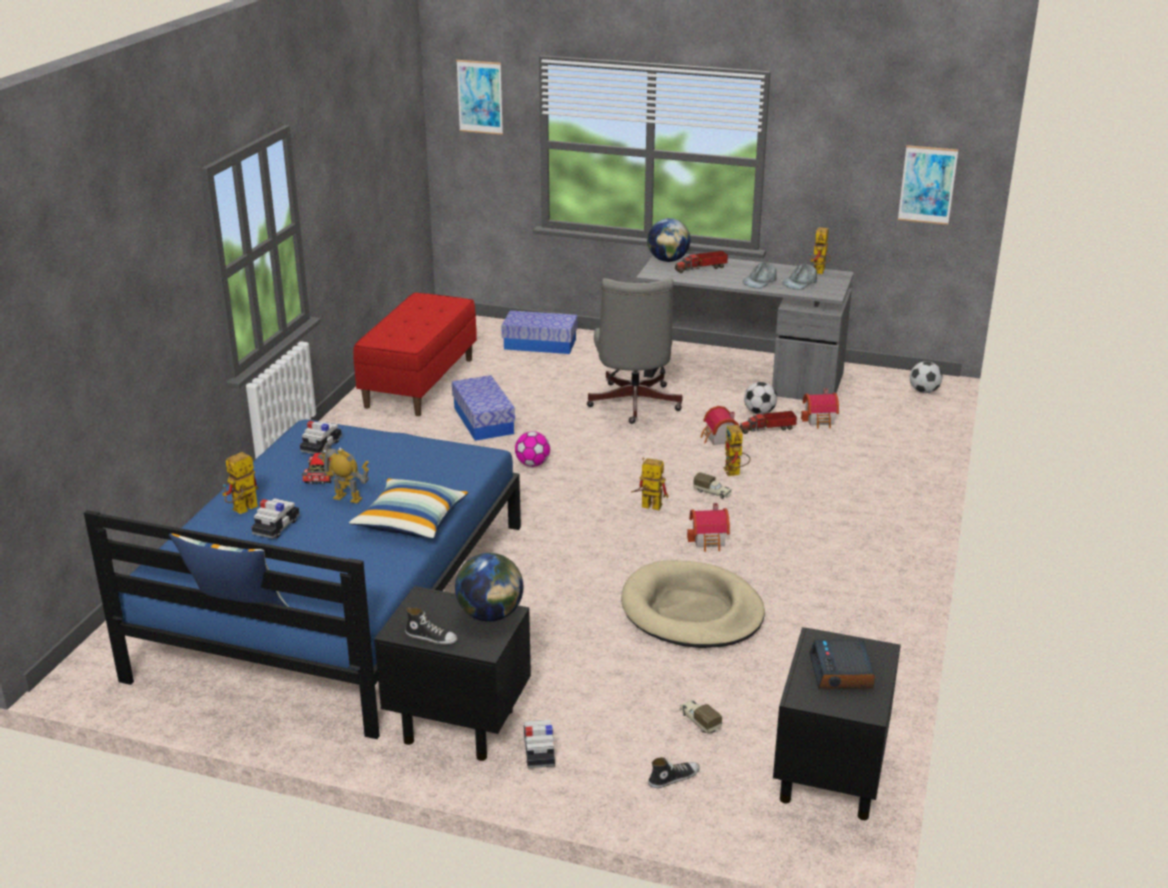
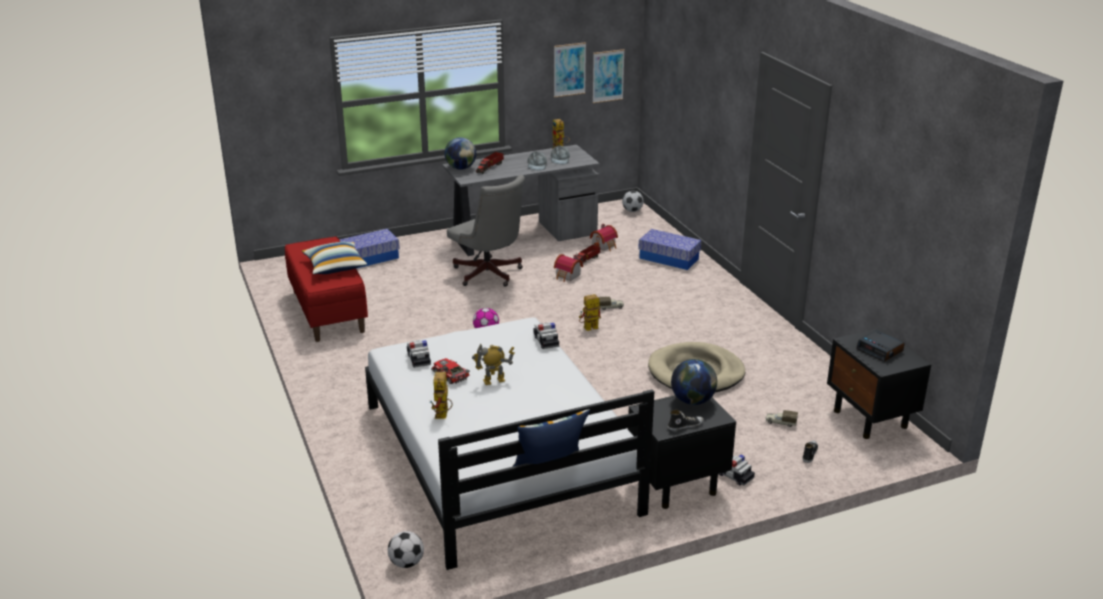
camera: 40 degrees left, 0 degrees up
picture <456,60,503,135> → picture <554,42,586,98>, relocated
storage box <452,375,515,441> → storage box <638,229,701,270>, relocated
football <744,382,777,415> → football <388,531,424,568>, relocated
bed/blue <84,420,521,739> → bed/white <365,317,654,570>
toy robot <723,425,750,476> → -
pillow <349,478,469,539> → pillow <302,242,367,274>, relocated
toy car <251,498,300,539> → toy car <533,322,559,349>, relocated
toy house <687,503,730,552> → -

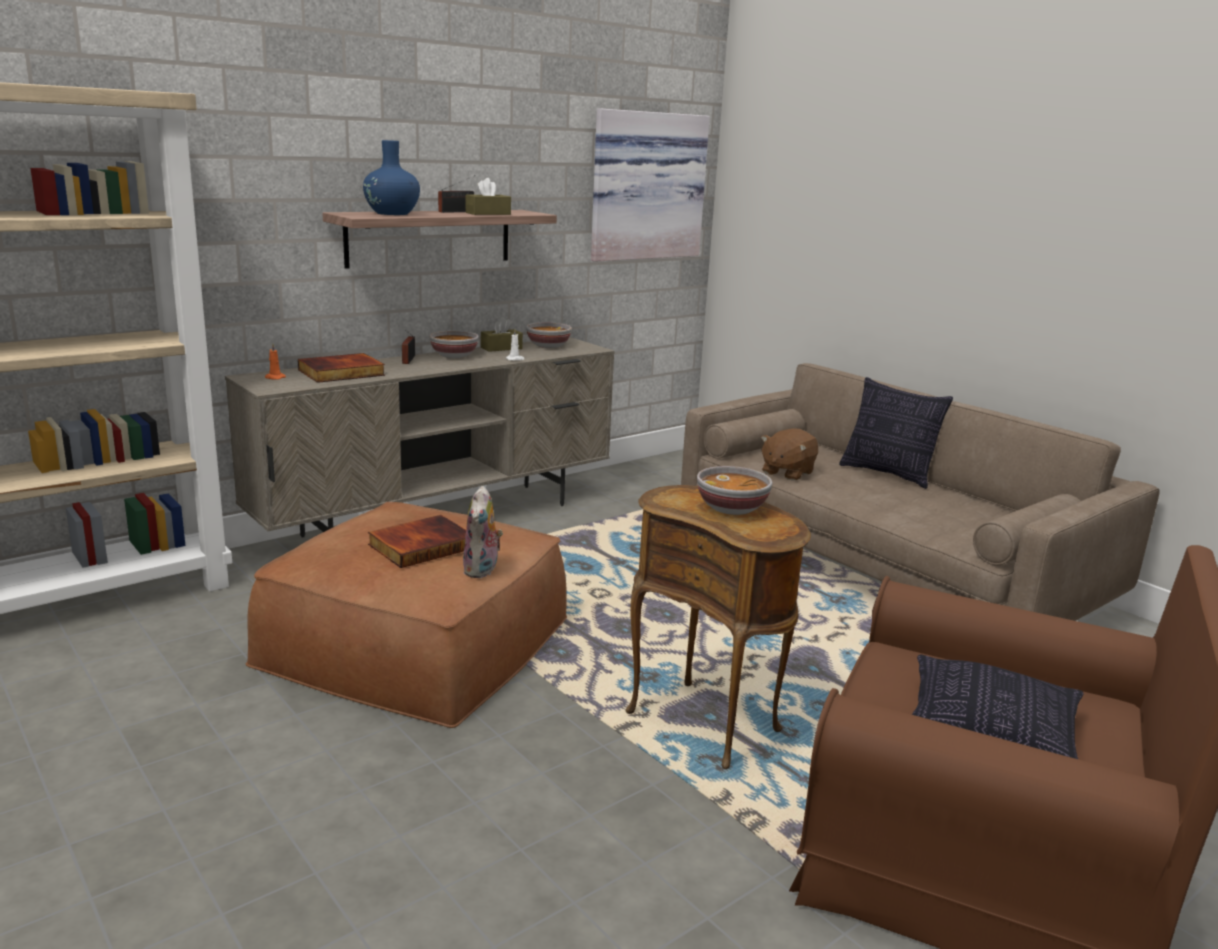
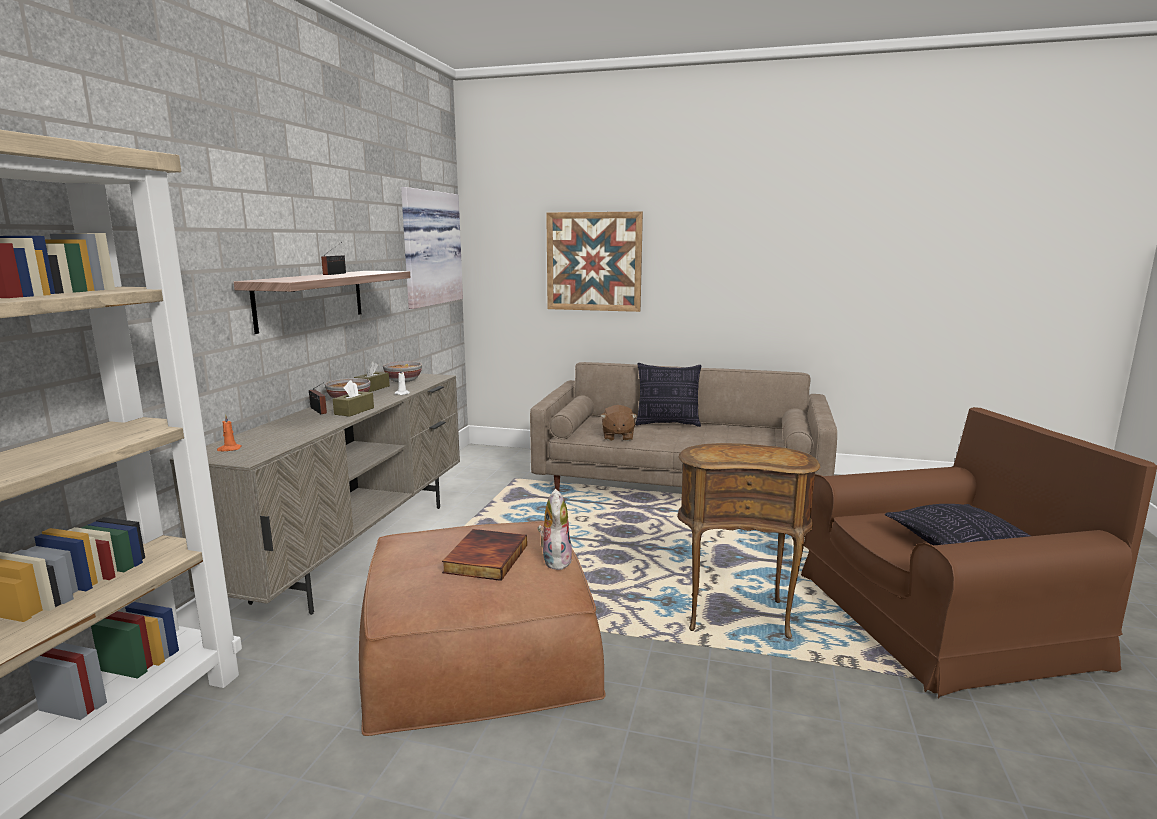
camera: 35 degrees left, 5 degrees down
vase/blue <363,140,420,215> → -
tissue box/brown <466,178,511,215> → tissue box/brown <333,380,374,417>, relocated
book <298,353,385,383> → -
bowl <697,466,773,515> → -
plush toy <463,486,503,578> → plush toy <538,489,572,570>, 150 degrees counterclockwise
- → picture <546,212,643,312>

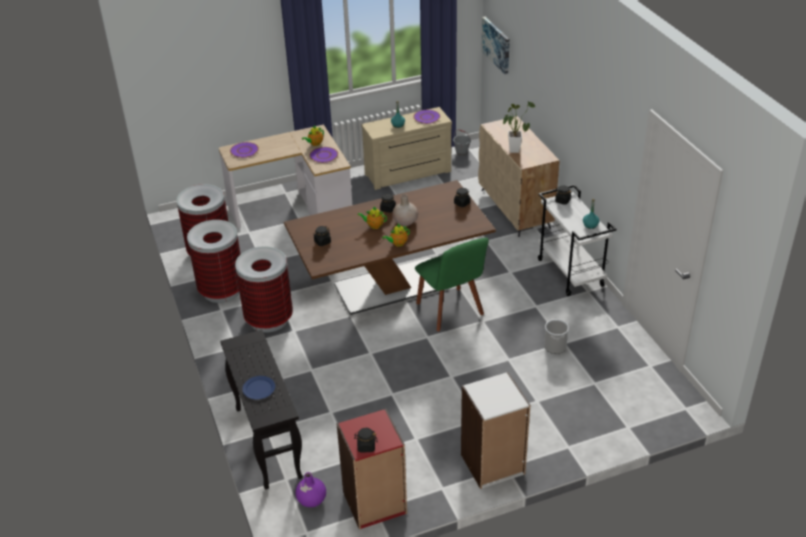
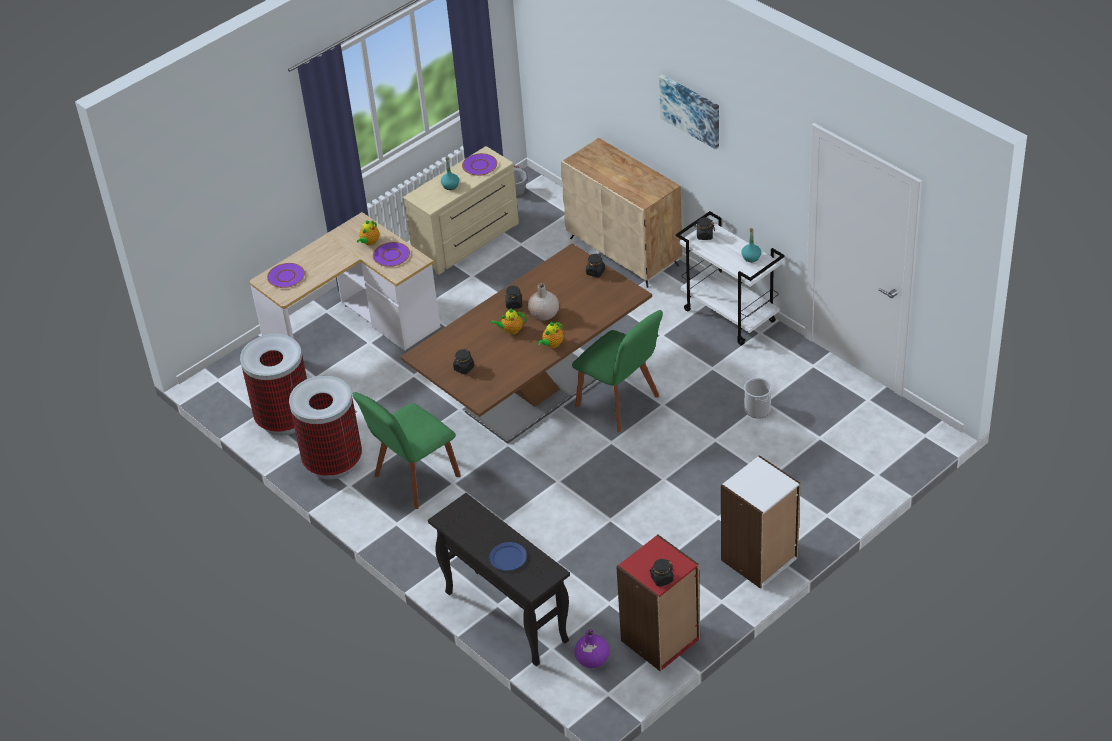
camera: 20 degrees left, 5 degrees up
picture <481,17,510,75> → picture <659,75,719,149>, relocated
potted plant <503,102,536,153> → -
trash can <235,246,293,333> → chair/green <352,392,461,509>

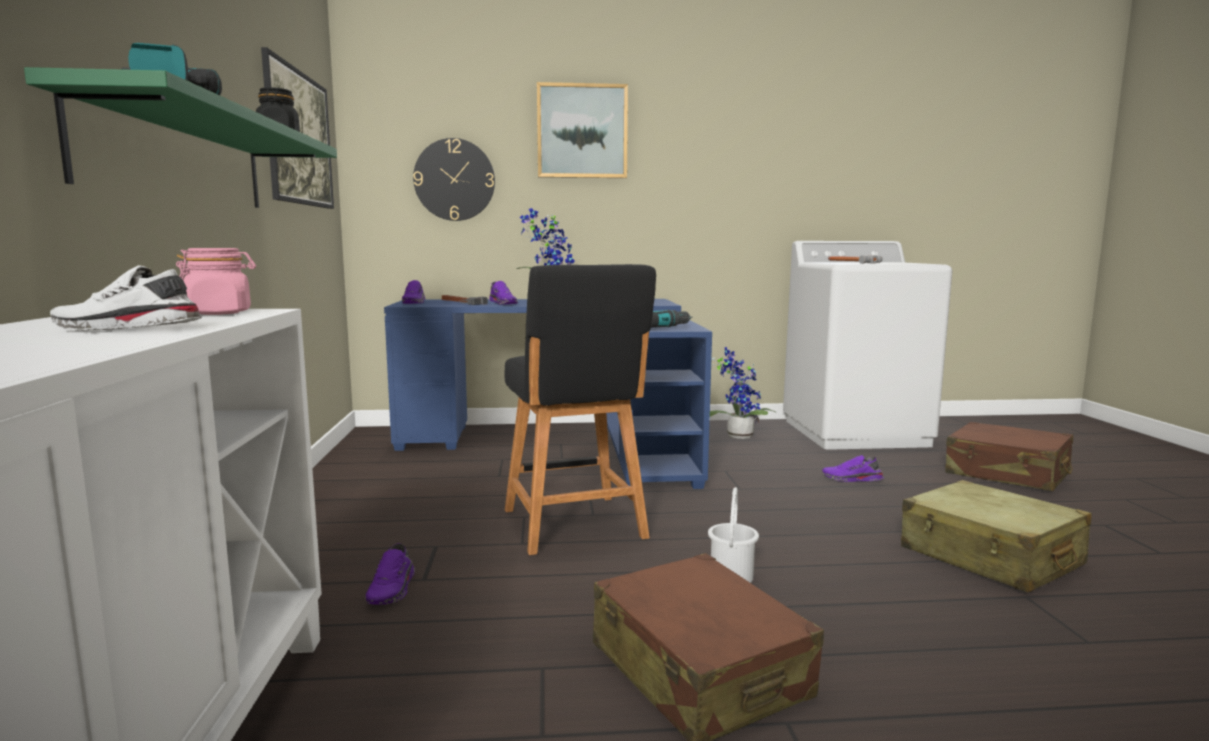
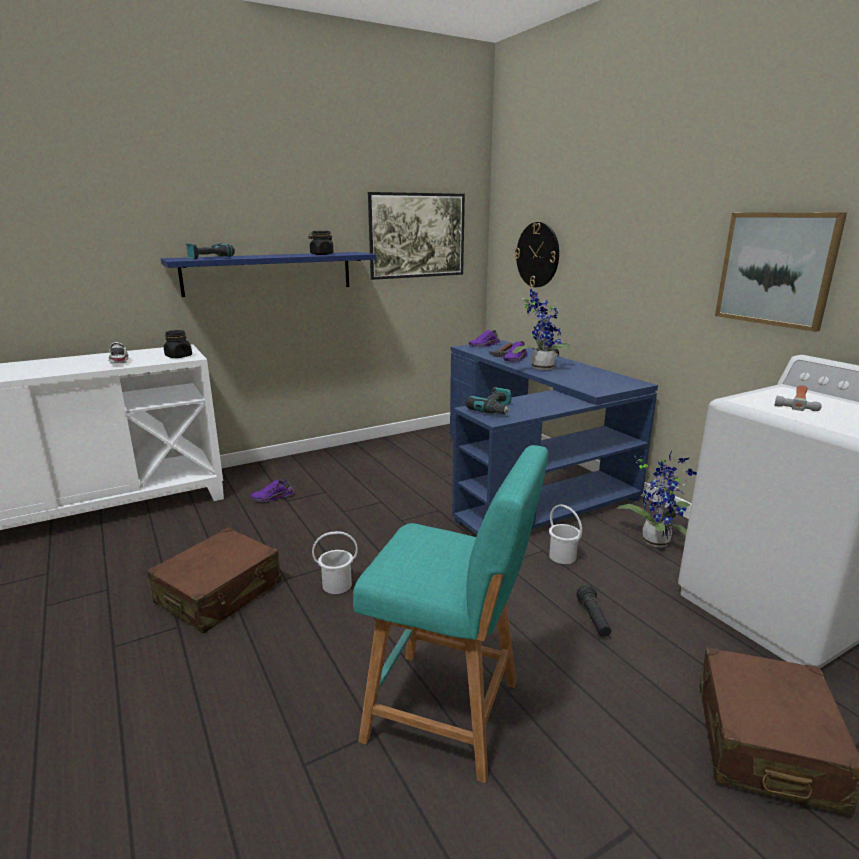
camera: 65 degrees right, 10 degrees up
shelf/green <24,67,337,208> → shelf/blue <161,252,376,297>
picture <537,82,628,178> → picture <715,213,847,332>, relocated
jar/pink <176,248,256,315> → jar/black <164,330,192,358>
stool/black <504,264,656,555> → -
shoe/purple <822,455,884,482> → flashlight/black <577,585,611,637>
suitcase/beige <901,480,1091,593> → stool/turquoise <353,445,548,783>
- → bucket/white <549,504,582,564>

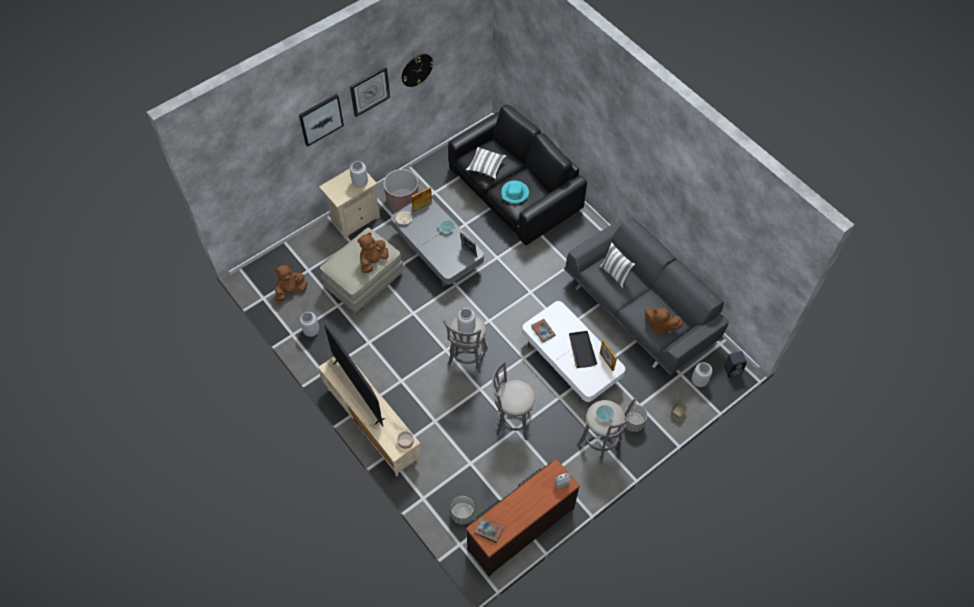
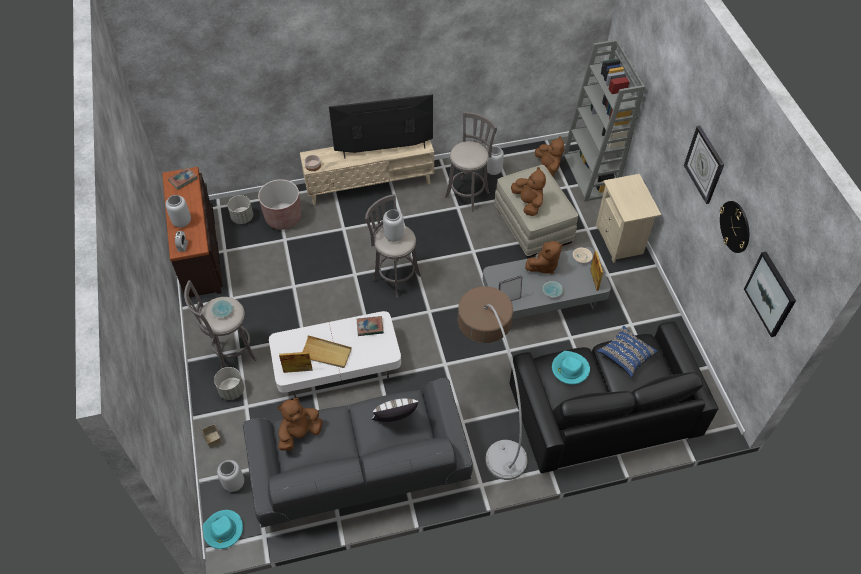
camera: 115 degrees right, 5 degrees down
picture <299,94,344,147> → picture <744,252,796,337>, relocated
pillow/white <466,147,506,179> → pillow/blue <597,326,658,378>
vase/grey <350,161,368,188> → vase/grey <165,195,191,227>, relocated
planter/brown <383,169,418,212> → planter/brown <258,179,301,230>, relocated
tray/black <569,331,597,368> → tray/beige <302,335,352,368>
speaker/black <723,351,747,377> → hat/turquoise <203,510,243,549>
stool/grey <492,361,535,440> → stool/grey <445,112,497,212>, relocated
- → bookcase/grey <562,40,645,202>
- → plush toy/brown <525,241,563,274>
- → floor lamp <458,286,528,480>

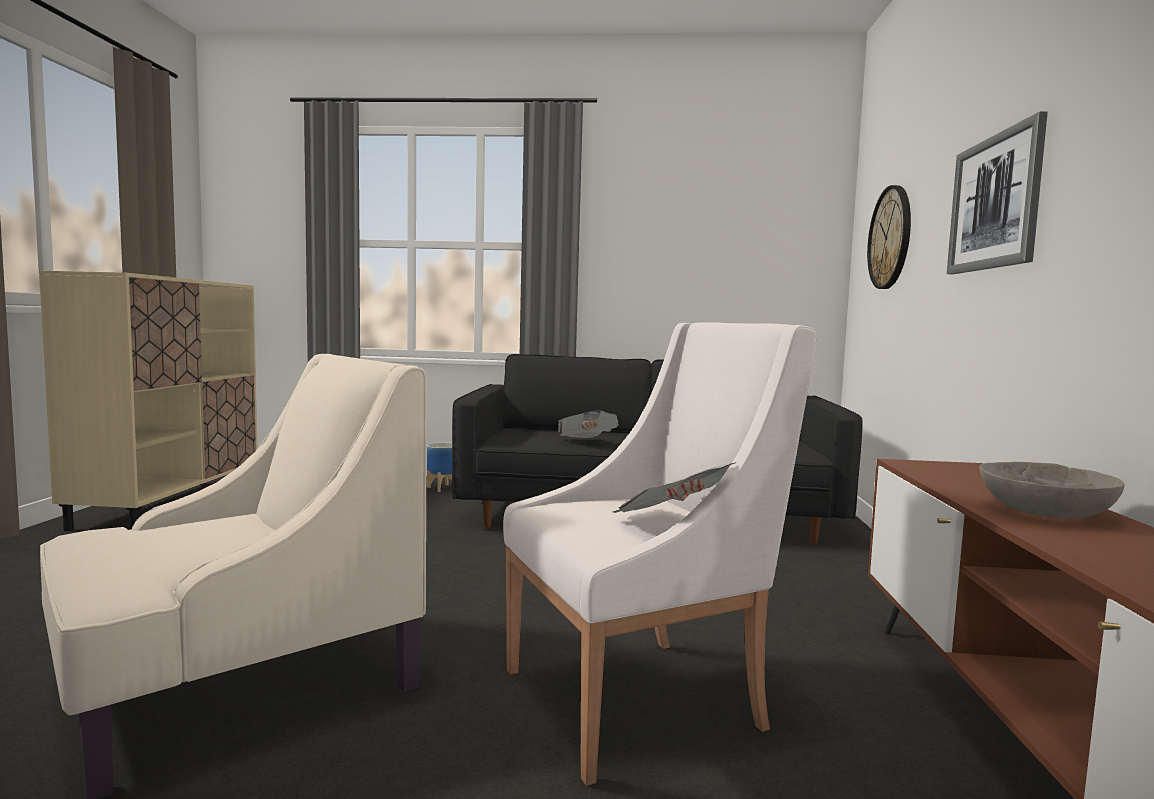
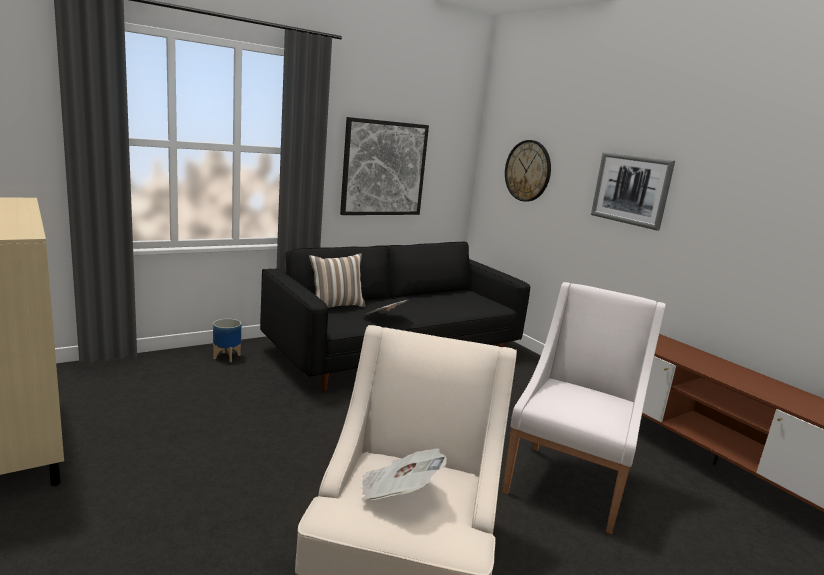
camera: 40 degrees left, 10 degrees up
newspaper <613,462,736,513> → newspaper <362,448,447,501>, relocated
bowl/grey <979,462,1124,519> → -
- → picture <340,117,429,215>
- → pillow <309,253,366,308>

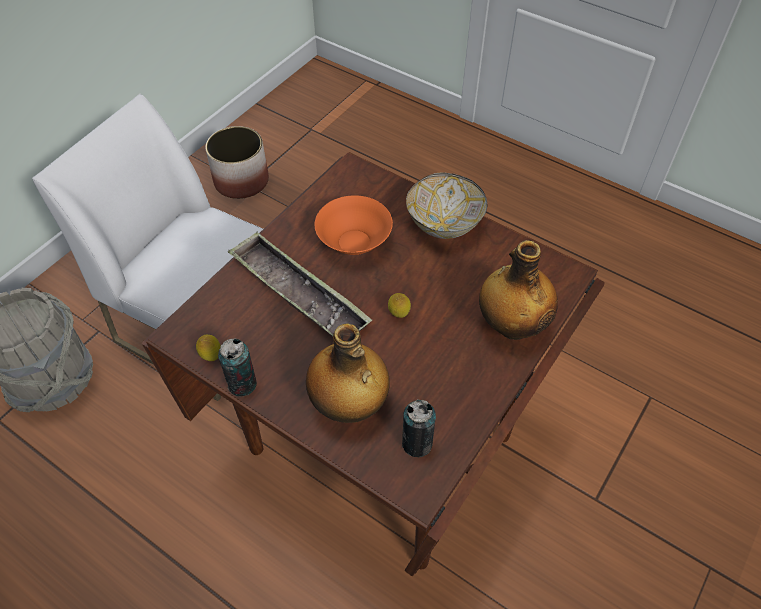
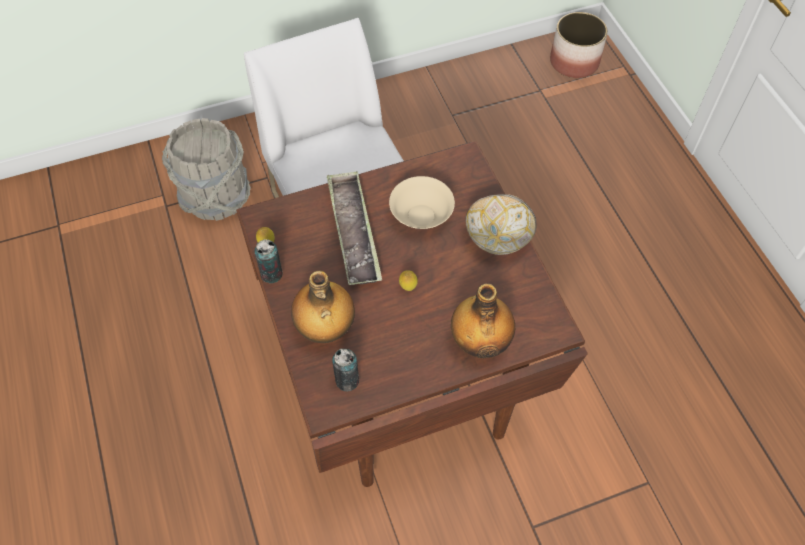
camera: 35 degrees right, 5 degrees up
planter <205,126,269,199> → planter <550,12,608,78>, relocated
bowl/orange <315,195,393,255> → bowl/beige <389,176,455,229>

